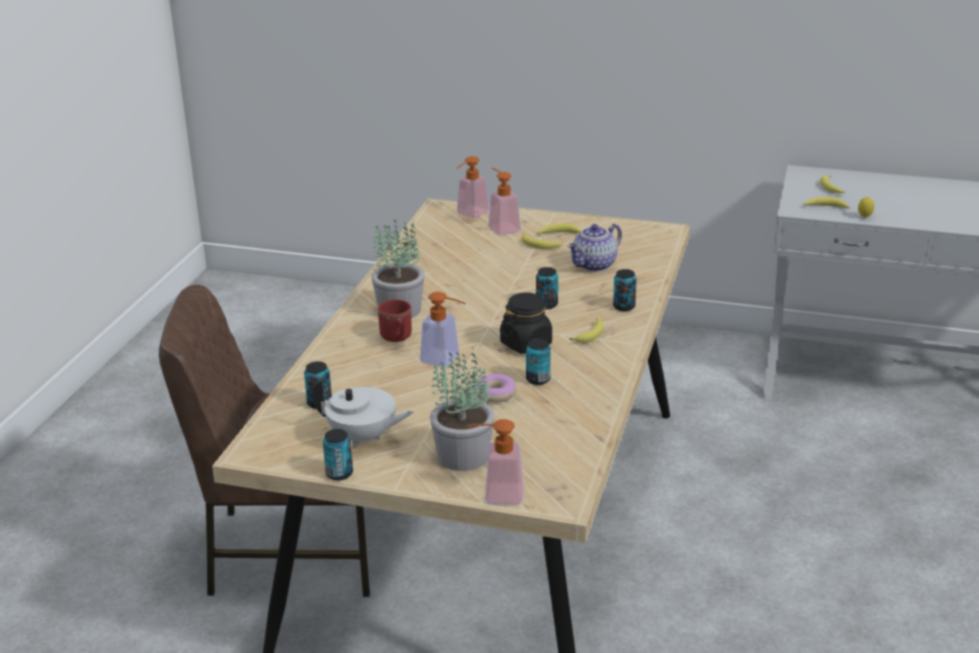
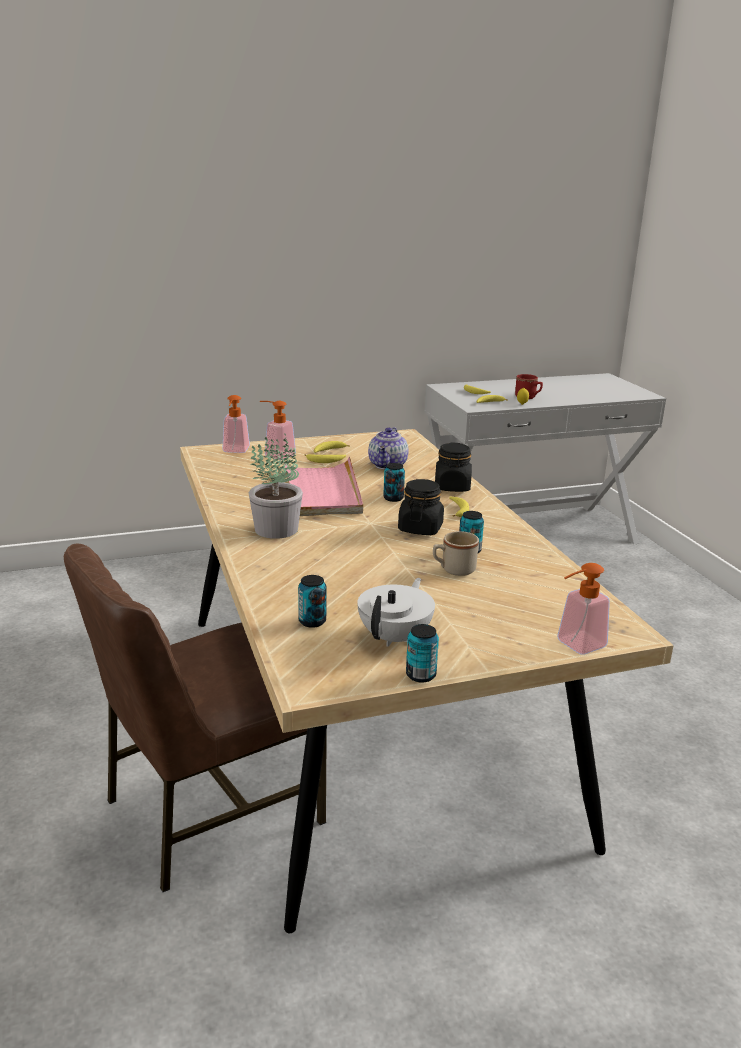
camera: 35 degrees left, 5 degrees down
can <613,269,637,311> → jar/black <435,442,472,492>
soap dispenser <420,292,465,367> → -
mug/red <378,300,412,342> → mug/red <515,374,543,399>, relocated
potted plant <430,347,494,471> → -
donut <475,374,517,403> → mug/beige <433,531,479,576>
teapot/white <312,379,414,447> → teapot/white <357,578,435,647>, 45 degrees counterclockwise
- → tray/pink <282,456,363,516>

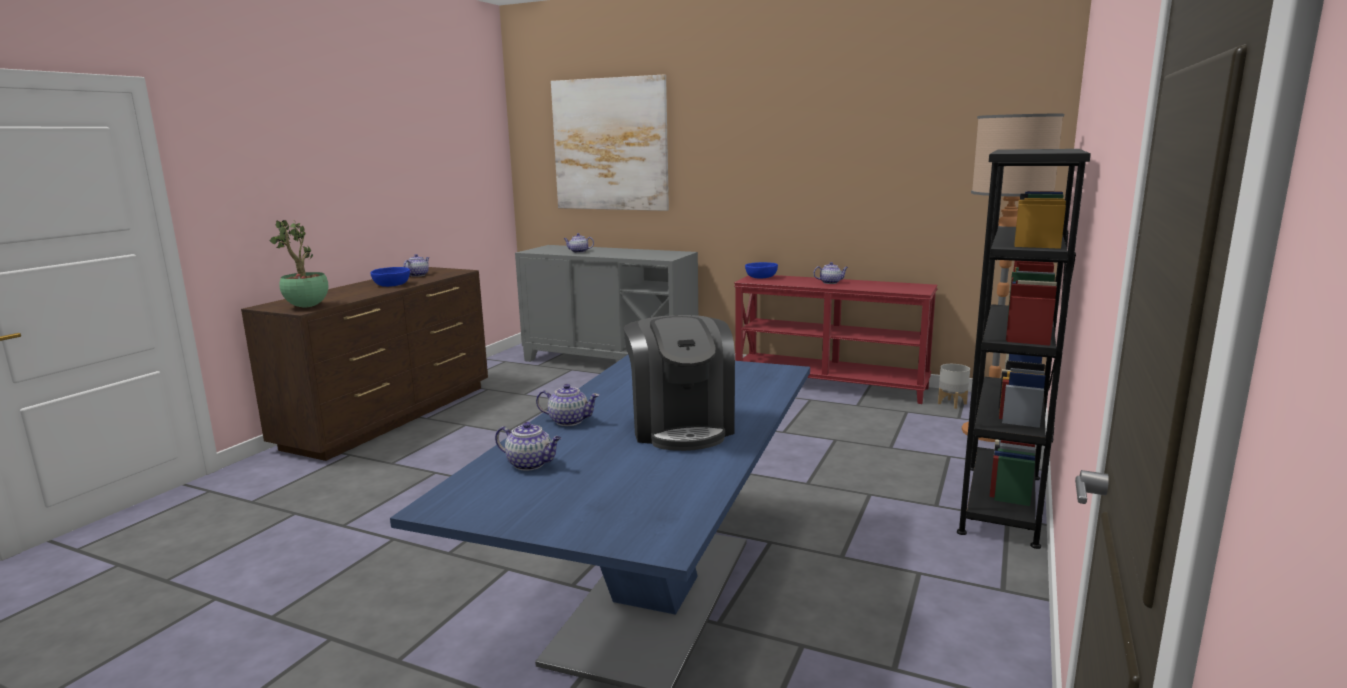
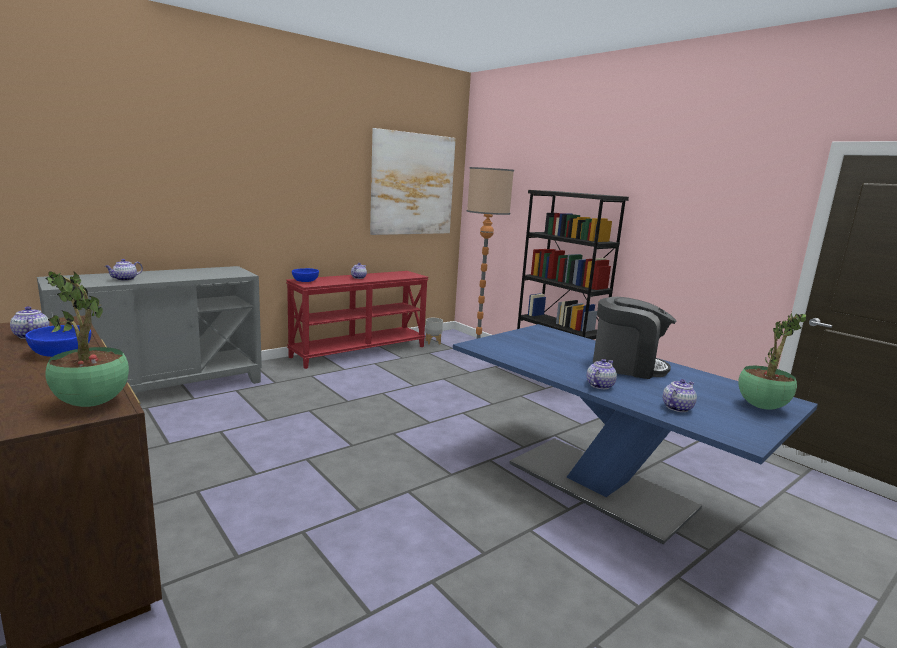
camera: 65 degrees left, 0 degrees up
picture <551,75,669,211> → picture <370,128,456,235>, relocated
- → potted plant <738,313,807,410>

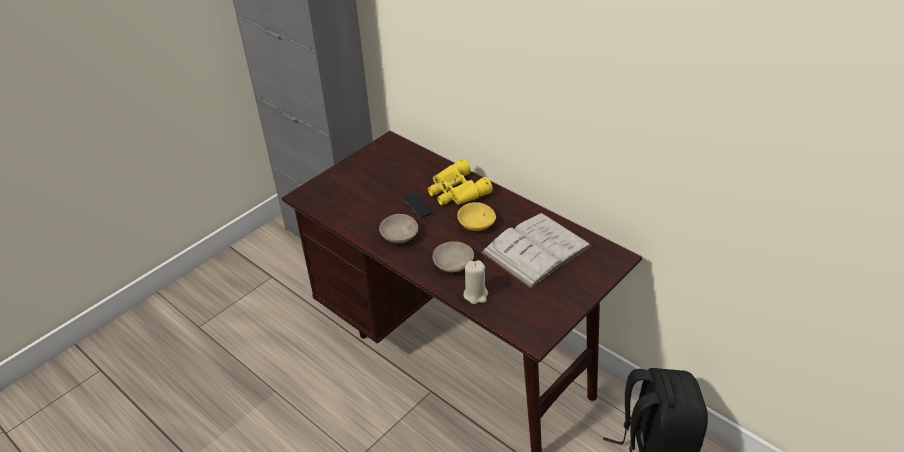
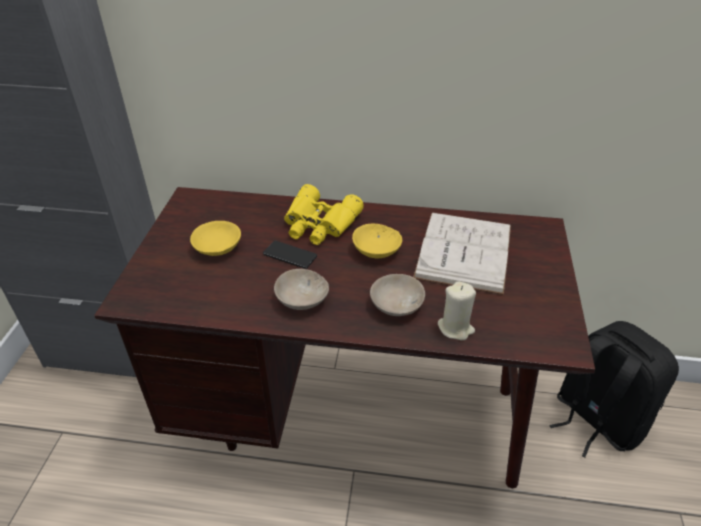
camera: 35 degrees left, 0 degrees up
- → bowl/yellow <190,221,241,256>

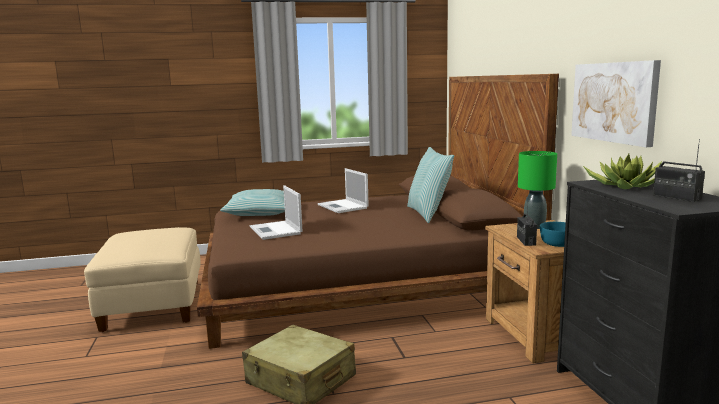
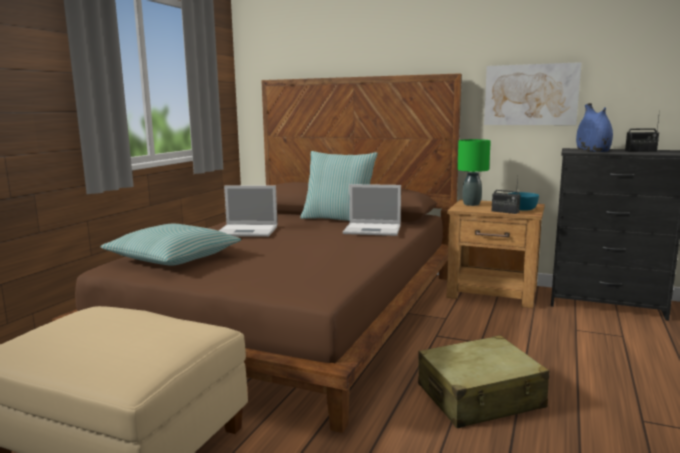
camera: 55 degrees left, 0 degrees up
potted plant <583,154,662,189> → vase/blue <576,103,613,152>
laptop <250,185,303,240> → laptop <343,184,401,236>, relocated

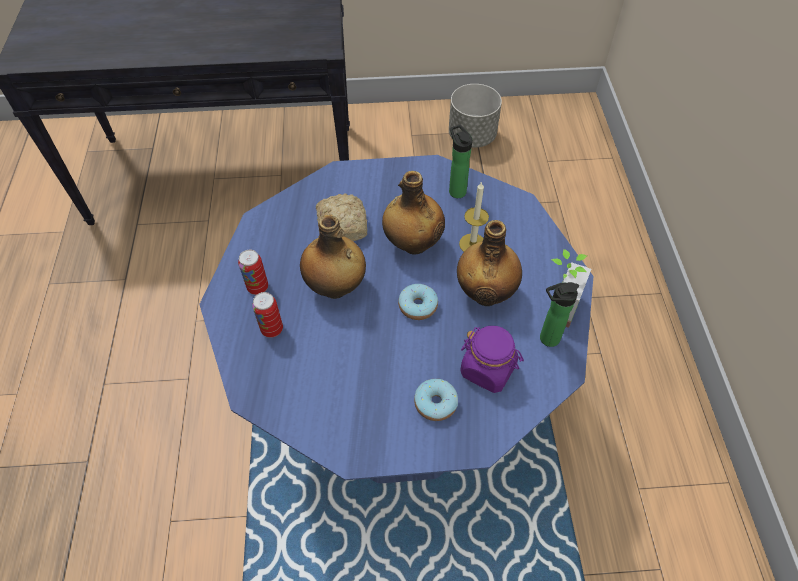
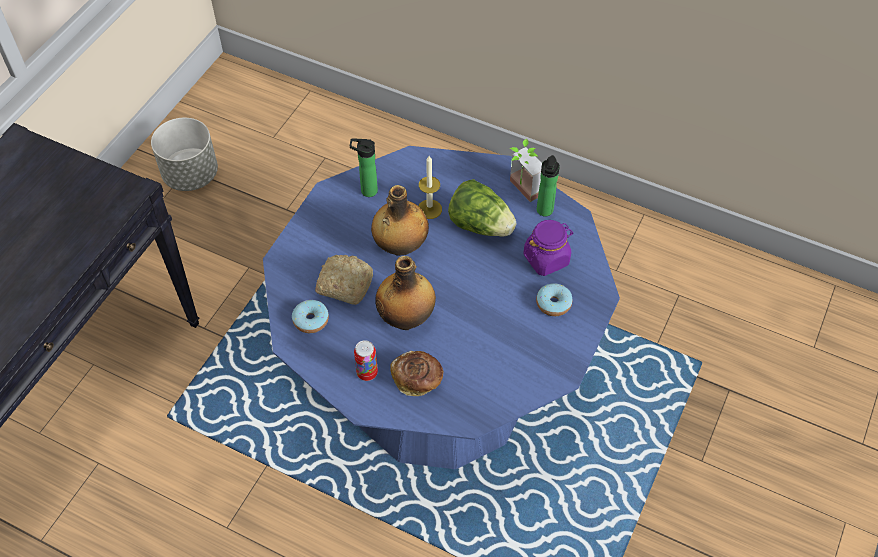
camera: 60 degrees left, 0 degrees up
bottle <457,220,522,306> → lettuce <448,179,516,237>
donut <398,284,438,320> → donut <292,300,329,333>, relocated
can <252,292,283,338> → bread <390,351,443,396>

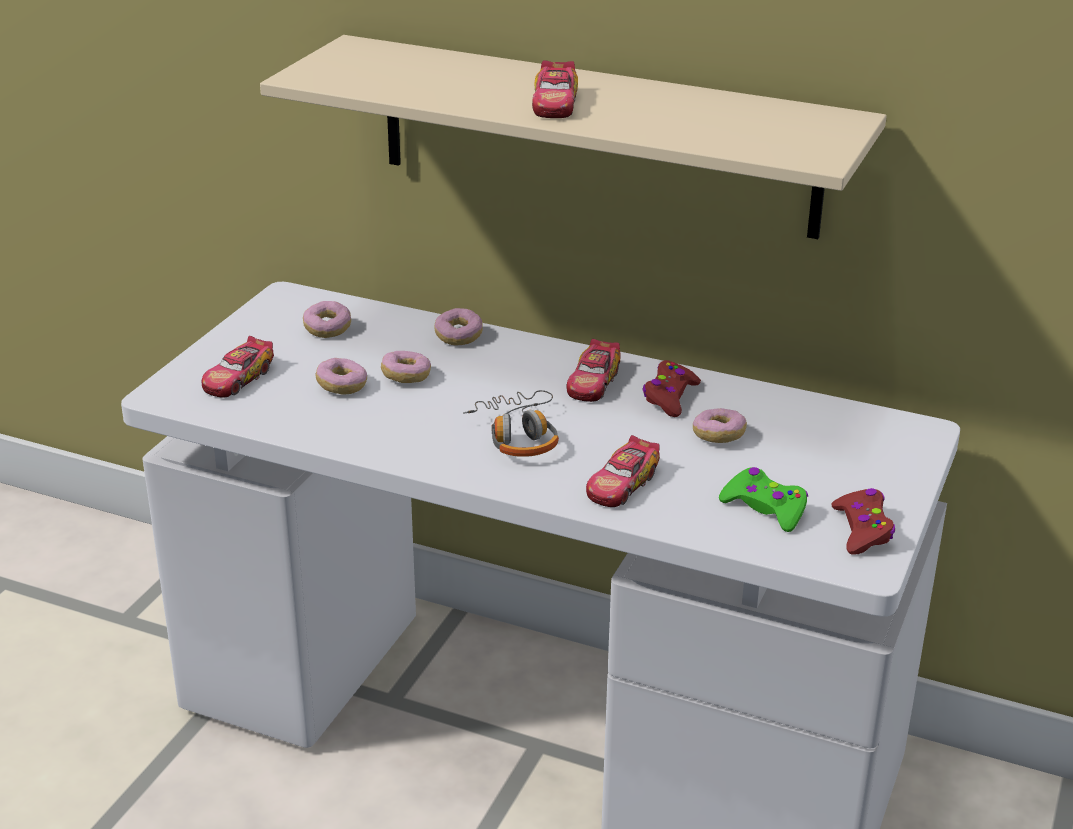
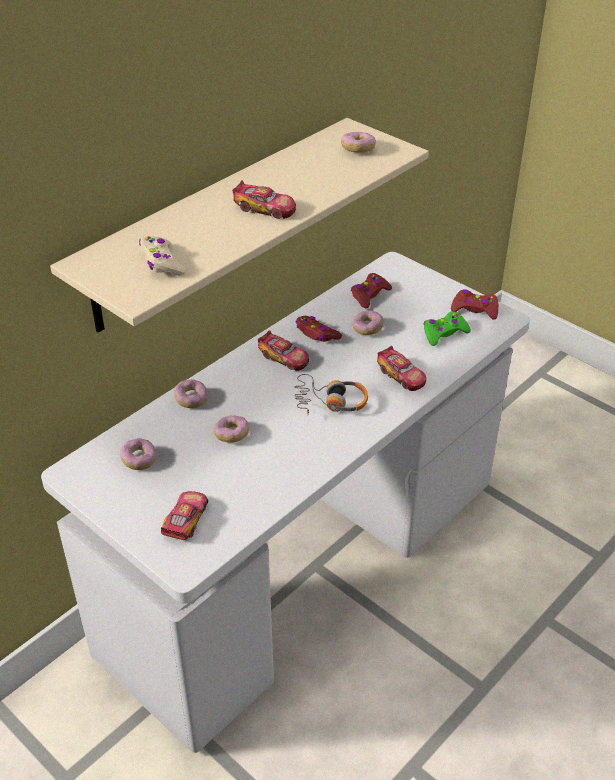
camera: 70 degrees left, 10 degrees up
toy car <202,336,274,398> → toy car <161,491,208,540>, 120 degrees counterclockwise
donut <316,358,367,395> → donut <341,132,376,153>, relocated
- → game controller/beige <139,236,185,276>
- → game controller/red <351,273,392,308>

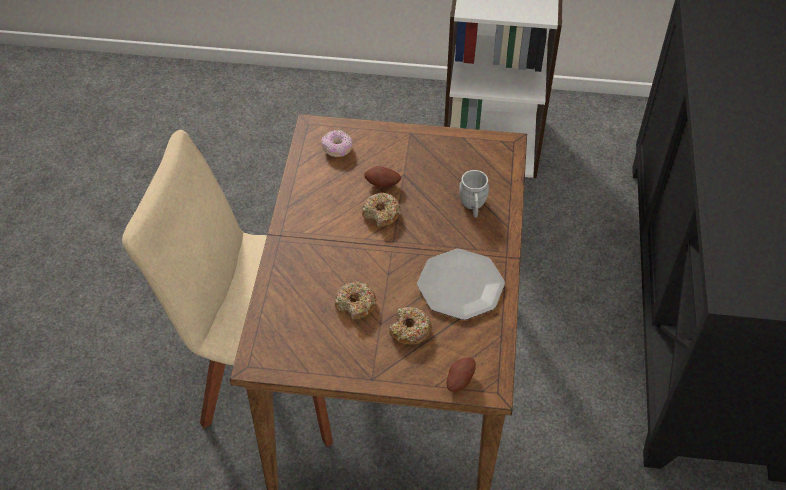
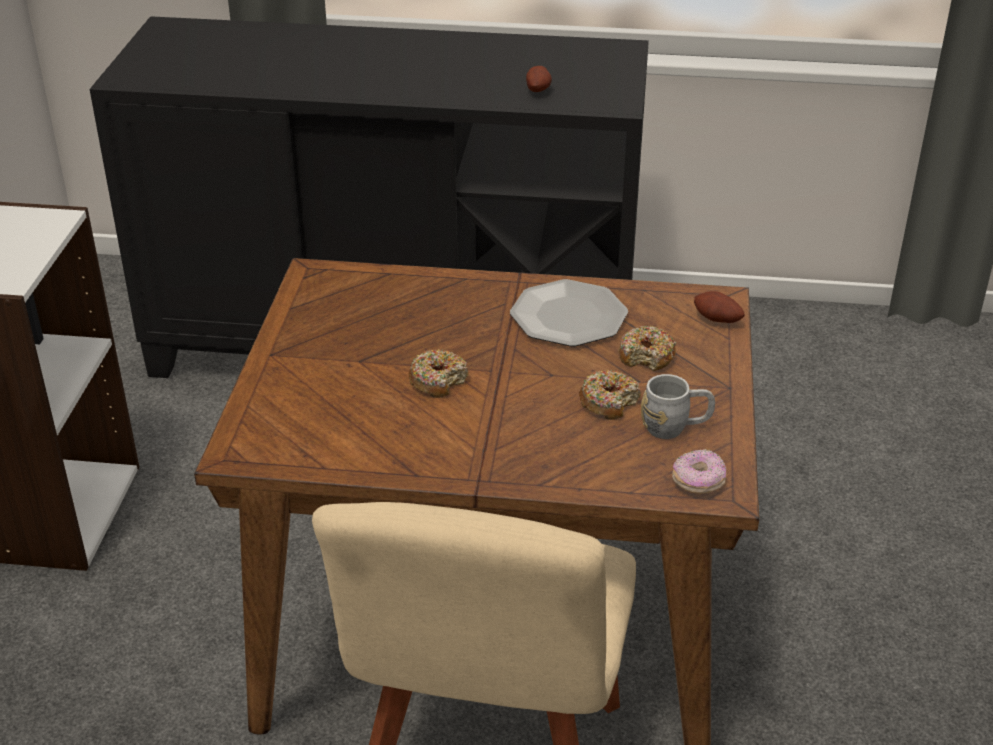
camera: 90 degrees left, 15 degrees down
donut <321,130,353,157> → donut <672,449,727,494>, relocated
potato <364,166,401,187> → potato <526,66,552,92>, relocated
mug/grey <459,170,489,217> → mug/grey <641,374,715,439>, relocated

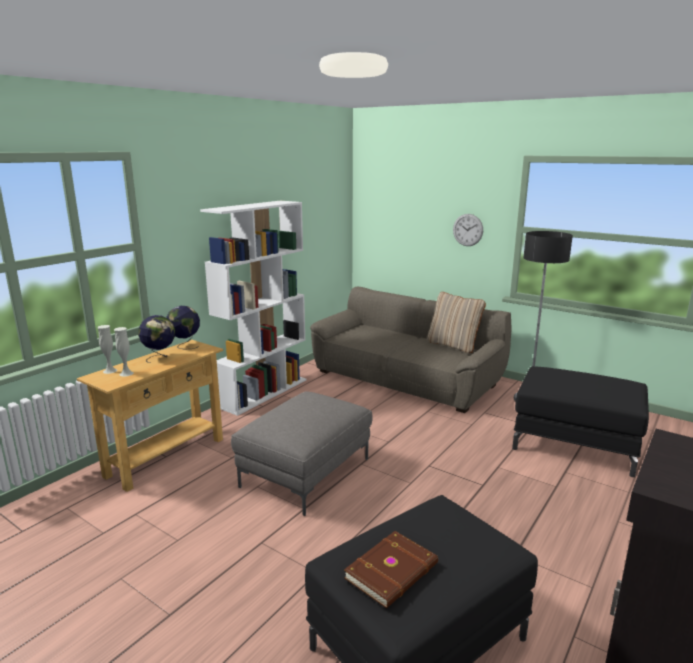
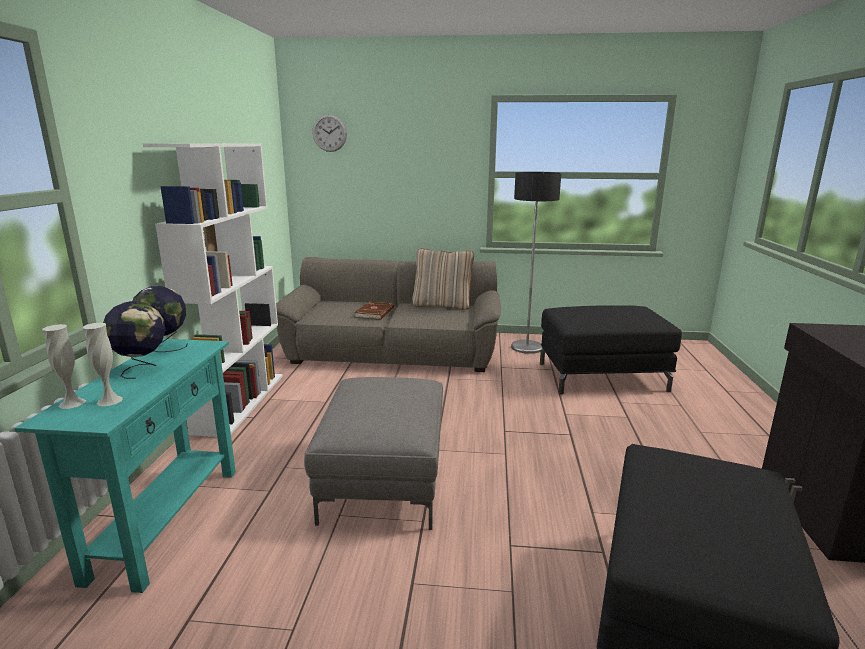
camera: 30 degrees left, 0 degrees up
wall clock <453,214,483,246> → wall clock <312,114,347,152>, relocated
console table/beige <77,340,223,492> → console table/turquoise <14,339,236,593>
book/brown <344,531,438,608> → book/brown <354,302,394,320>, relocated

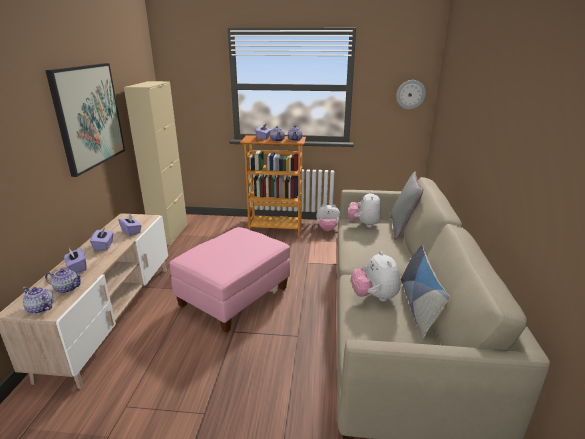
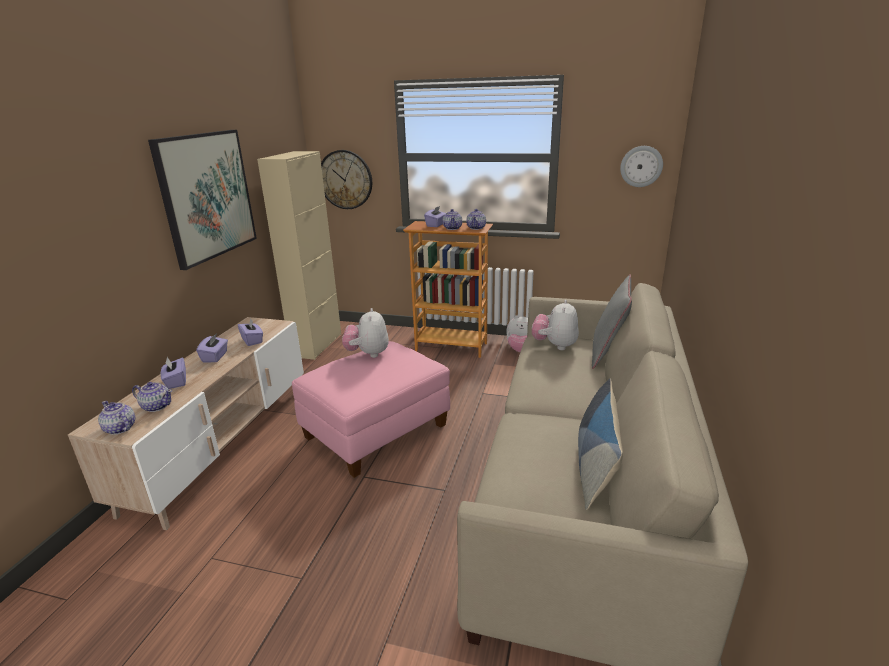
camera: 10 degrees right, 0 degrees up
plush toy <351,251,401,302> → plush toy <342,308,389,358>, relocated
- → wall clock <321,150,372,209>

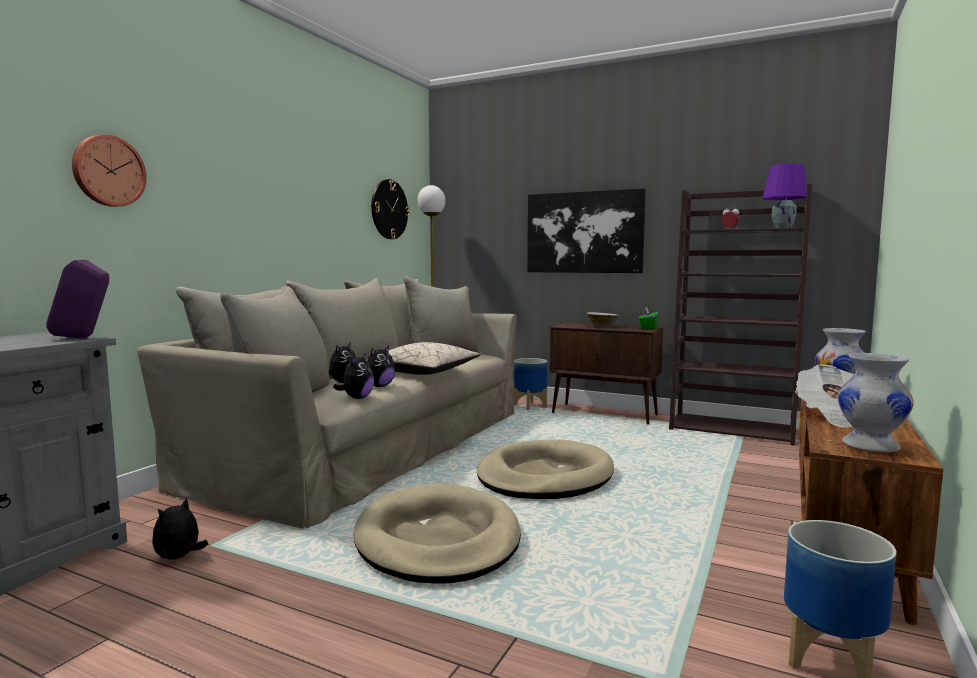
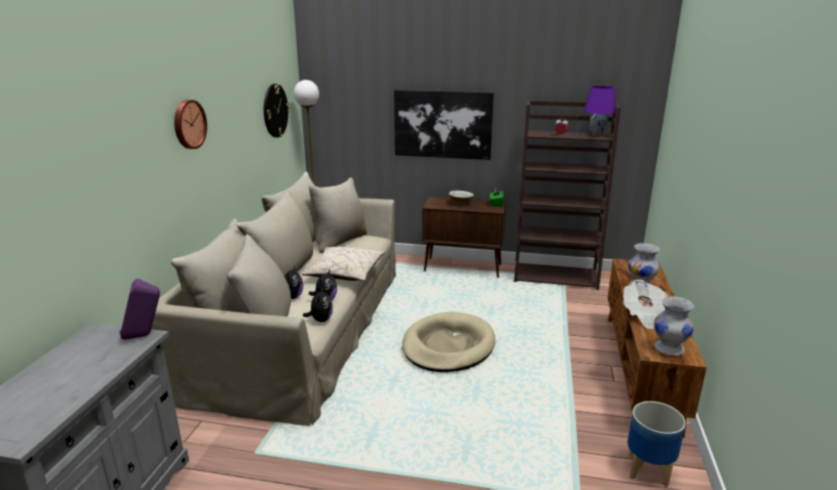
camera: 15 degrees left, 15 degrees up
wall clock <72,135,146,207> → wall clock <174,100,207,149>, relocated
planter <514,358,547,410> → -
dog bed/beige <353,483,521,583> → -
plush toy <152,497,208,560> → -

